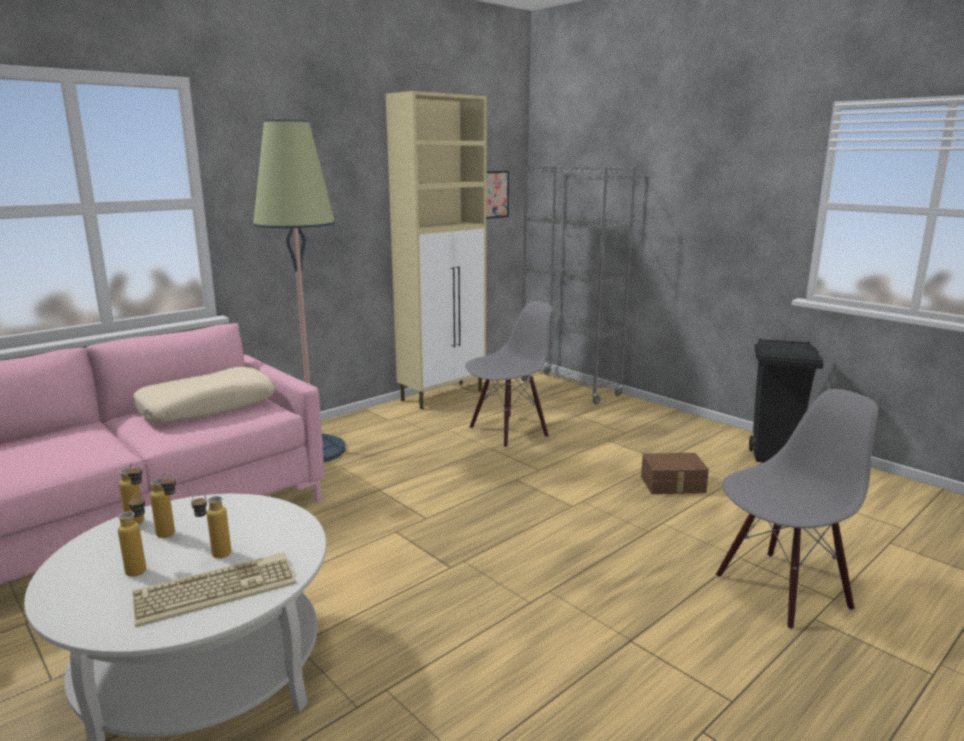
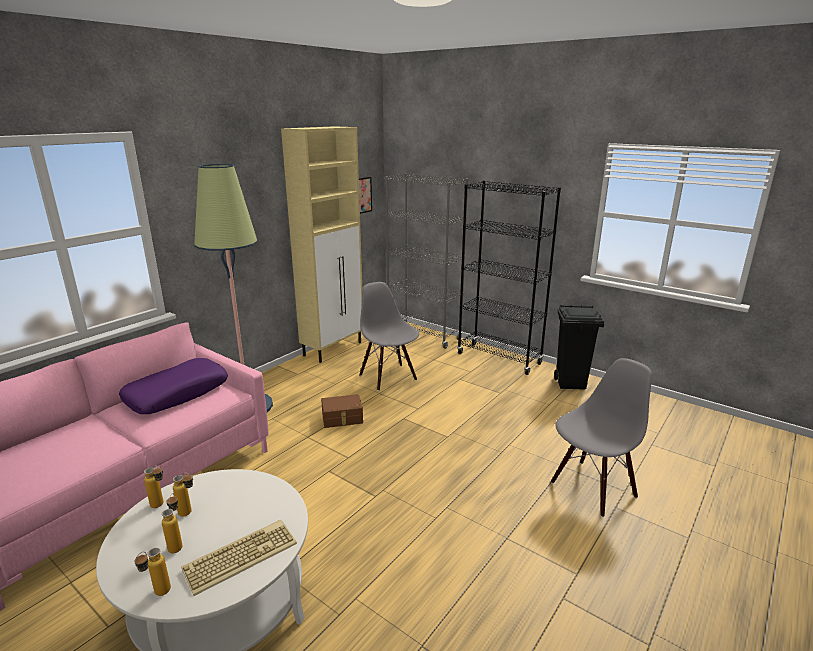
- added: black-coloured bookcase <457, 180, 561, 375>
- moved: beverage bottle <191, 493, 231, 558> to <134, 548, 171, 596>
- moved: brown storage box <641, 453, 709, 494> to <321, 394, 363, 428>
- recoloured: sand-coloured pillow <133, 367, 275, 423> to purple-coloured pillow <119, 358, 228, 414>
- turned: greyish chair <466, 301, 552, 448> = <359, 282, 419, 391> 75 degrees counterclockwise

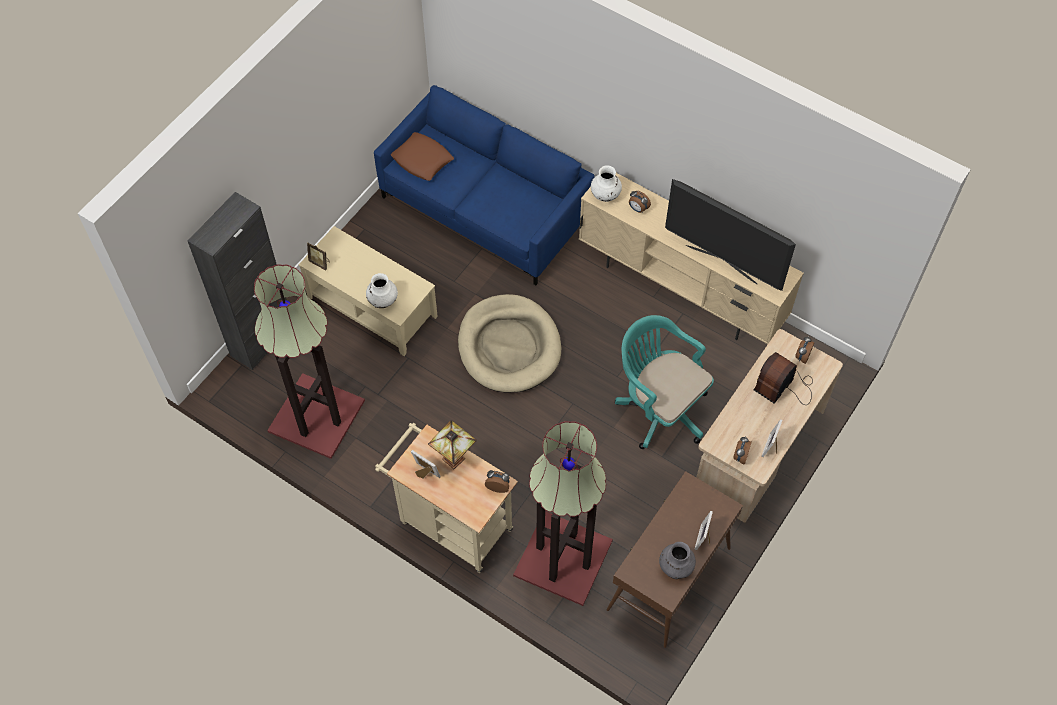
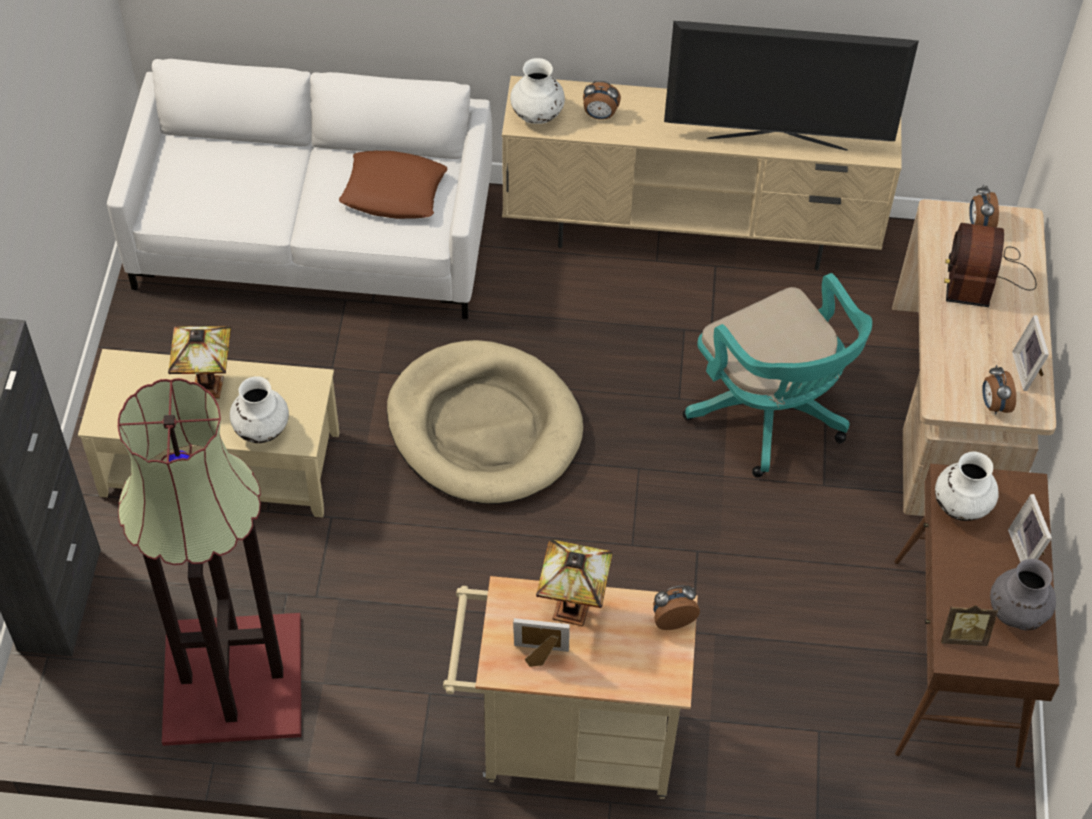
- removed: standing lamp <513, 421, 613, 606>
- added: lamp for a table <168, 326, 231, 398>
- added: white flower vase <935, 452, 999, 521>
- moved: standing frame <307, 243, 330, 270> to <941, 605, 998, 646>
- moved: brown pillow <391, 132, 454, 181> to <339, 151, 448, 219>
- recoloured: blue sofa <374, 85, 595, 285> to white sofa <107, 59, 492, 319>
- turned: turquoise office chair <615, 315, 714, 449> = <683, 273, 872, 477> 135 degrees counterclockwise

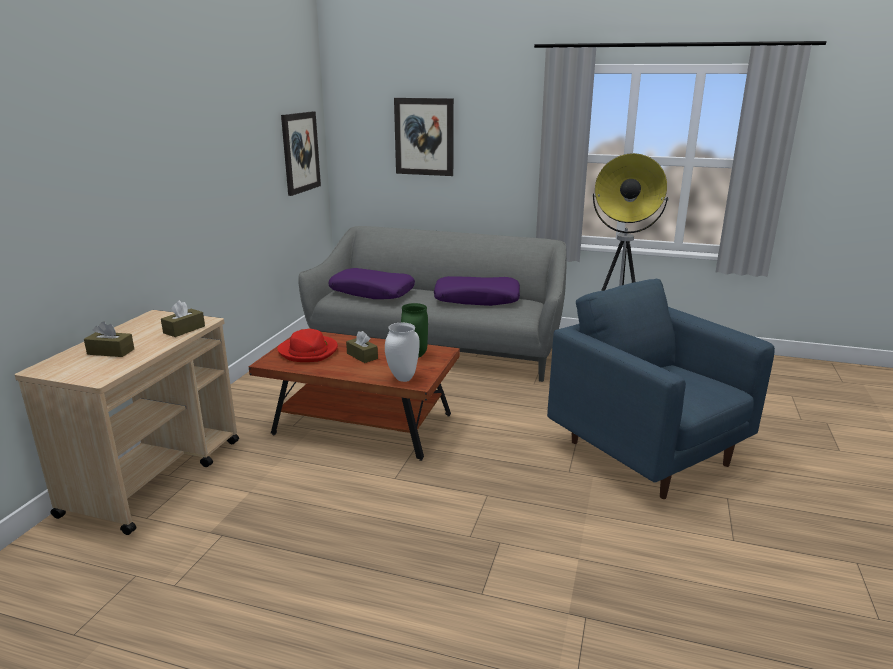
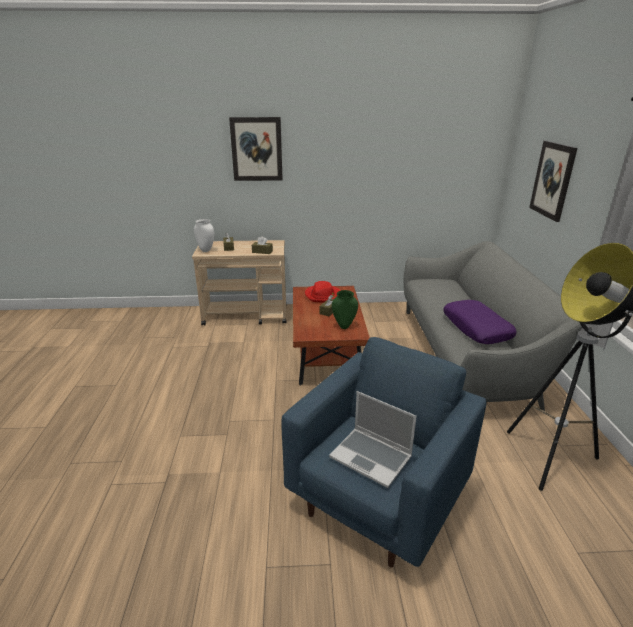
- removed: purple-coloured pillow <328, 268, 415, 299>
- added: notebook computer <329, 391, 417, 488>
- moved: wall picture <281, 111, 321, 196> to <229, 117, 283, 181>
- moved: white flower vase <385, 323, 420, 382> to <194, 219, 214, 252>

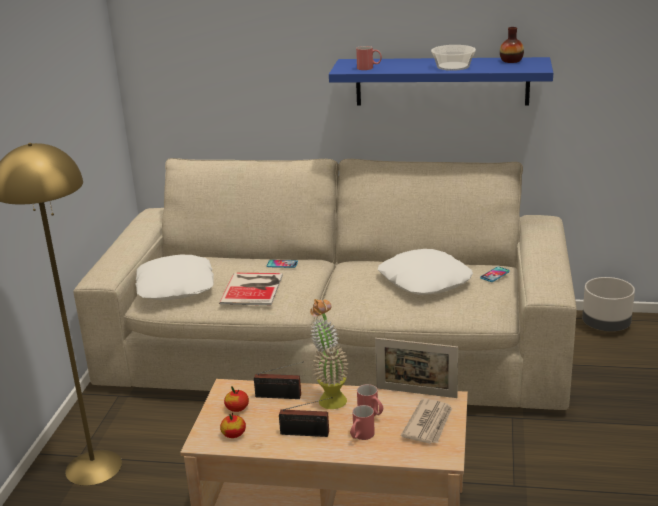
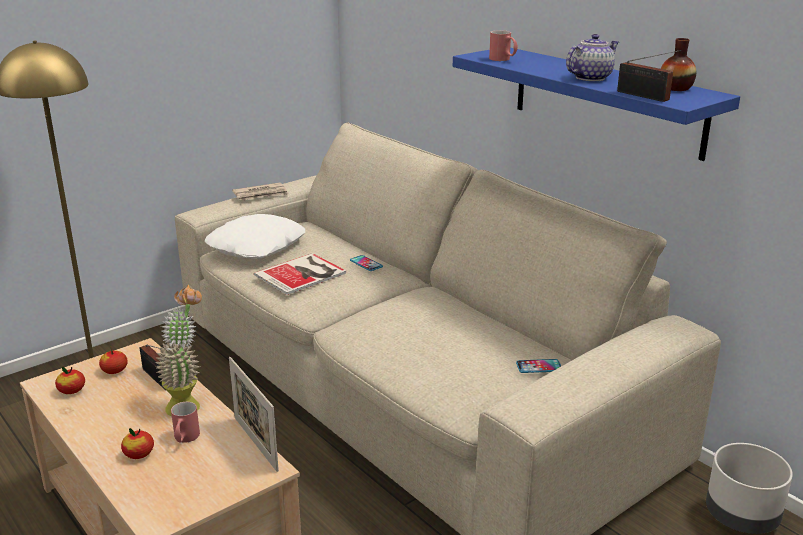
- removed: white pillow <378, 249, 473, 295>
- moved: radio <279, 397, 333, 437> to <617, 50, 681, 102>
- moved: daily paper <401, 398, 452, 444> to <232, 182, 289, 200>
- replaced: reddish coffee mug <350, 405, 375, 440> to apple <121, 428, 154, 459>
- replaced: serving bowl <431, 45, 476, 71> to tea pot <566, 34, 619, 81>

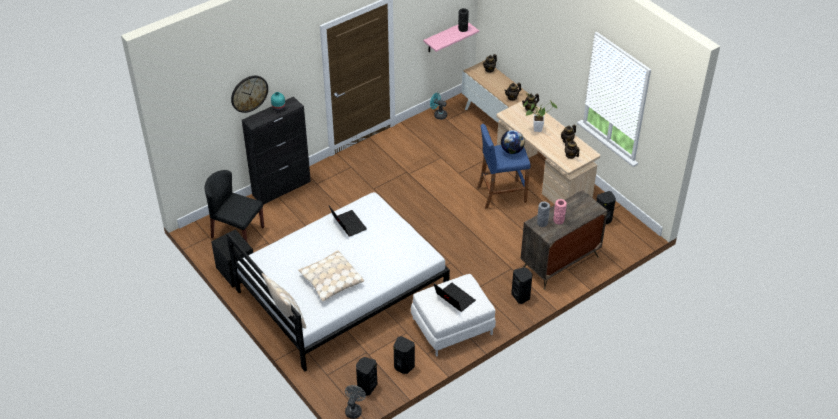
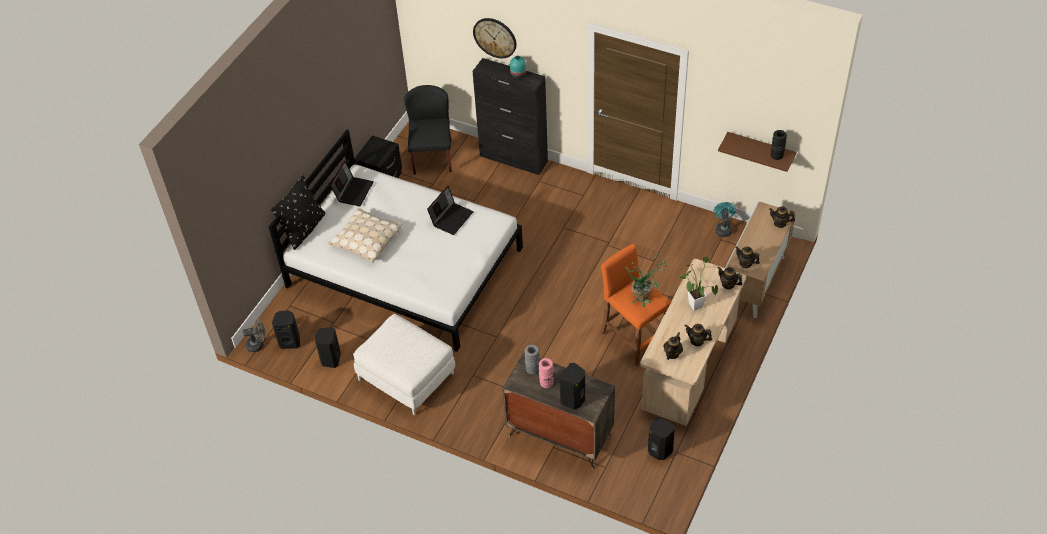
- moved: notebook computer <433, 283, 476, 312> to <330, 161, 374, 207>
- moved: black-coloured audio speaker <511, 267, 532, 304> to <560, 363, 585, 409>
- replaced: world globe <501, 130, 525, 154> to potted plant <625, 253, 667, 307>
- recoloured: sand-coloured pillow <262, 273, 306, 329> to black-coloured pillow <271, 175, 325, 250>
- recoloured: pink shelf <423, 22, 479, 52> to brown shelf <718, 132, 796, 172>
- recoloured: blue stool seat <477, 124, 531, 209> to orangey stool seat <600, 243, 671, 366>

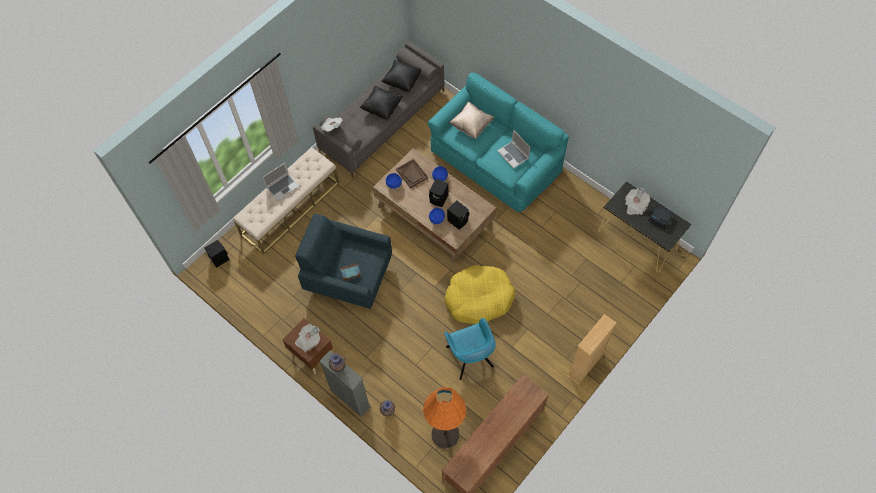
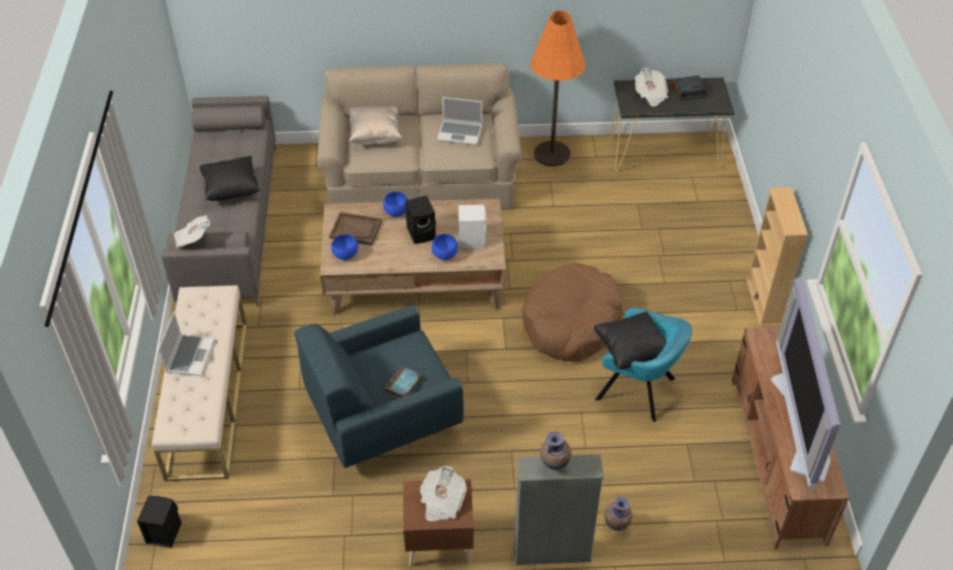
- added: television <771, 277, 840, 491>
- moved: black-coloured pillow <381, 60, 421, 93> to <594, 311, 667, 369>
- moved: orangey standing lamp <423, 387, 466, 449> to <530, 10, 585, 166>
- recoloured: turquoise sofa <428, 72, 569, 212> to sand-coloured sofa <317, 63, 522, 210>
- recoloured: yellow dog bed <444, 265, 515, 324> to brown dog bed <522, 263, 623, 362>
- recoloured: black-coloured audio speaker <447, 200, 469, 229> to white audio speaker <458, 205, 486, 248>

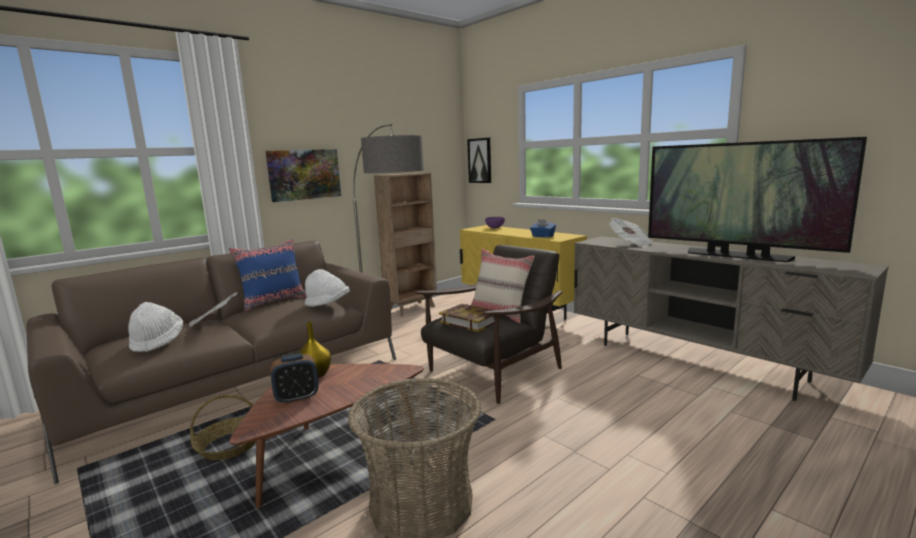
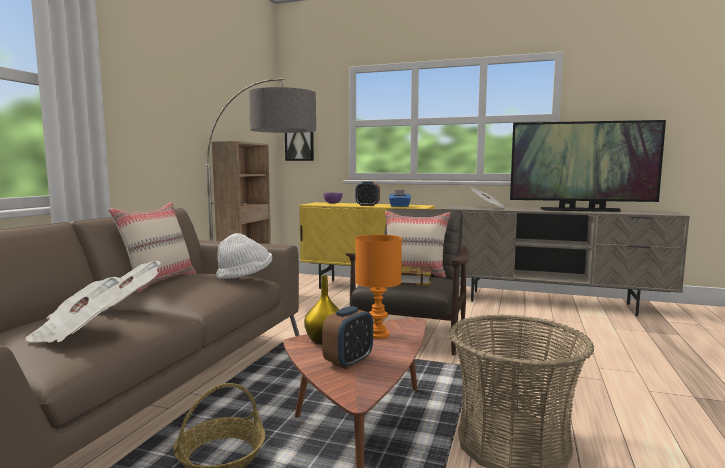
- removed: wall picture <266, 149, 341, 202>
- added: orangey lamp for a table <355, 234, 402, 339>
- added: alarm clock <356, 182, 380, 206>
- replaced: white wearable hat <128, 302, 183, 352> to daily paper <26, 277, 122, 343>
- recoloured: blue pillow <229, 239, 307, 312> to sand-coloured pillow <108, 202, 196, 293>

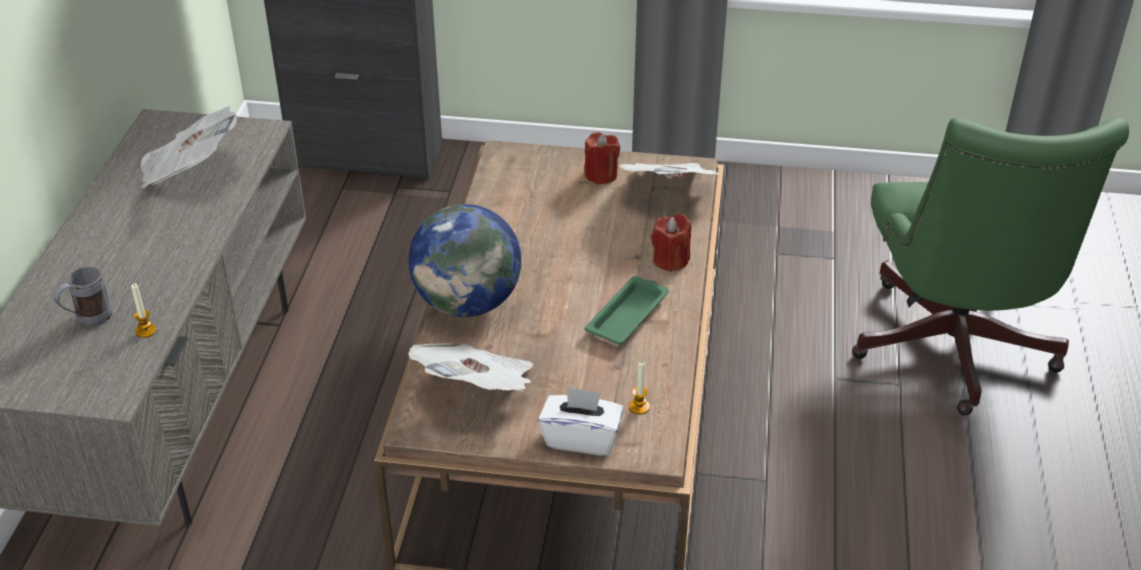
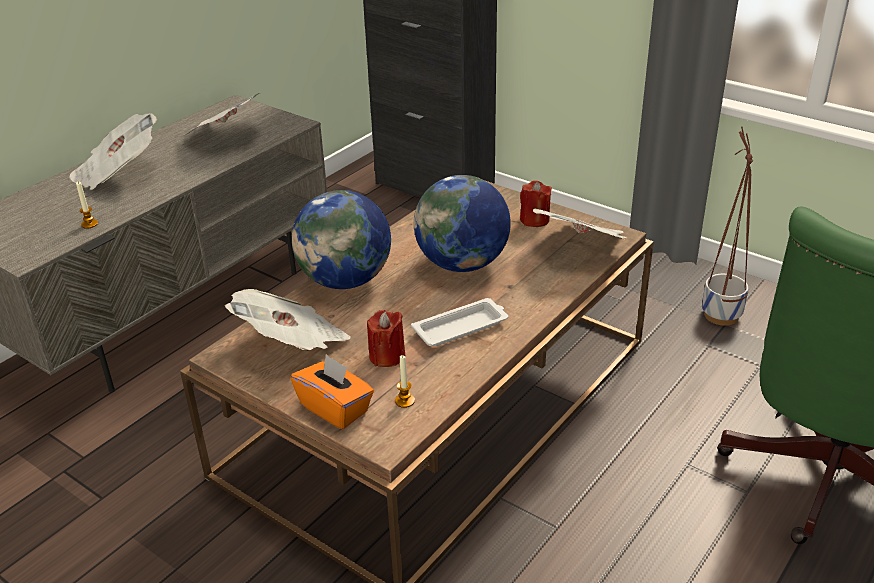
- removed: greyish coffee mug <54, 266, 112, 327>
- added: daily paper <69, 113, 157, 190>
- added: world globe <414, 175, 511, 272>
- added: planter <702, 126, 753, 325>
- moved: reddish wax light <651, 214, 691, 272> to <367, 310, 405, 367>
- recoloured: white tissue box <538, 386, 624, 456> to orangey tissue box <291, 354, 374, 429>
- recoloured: greenish carrying tray <585, 276, 669, 345> to white carrying tray <411, 298, 508, 346>

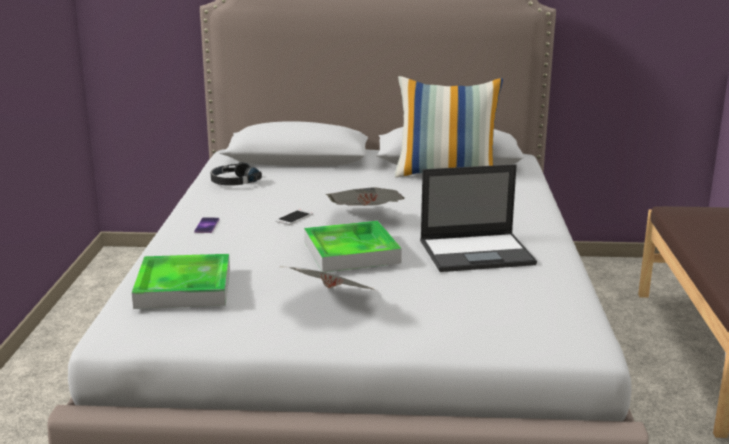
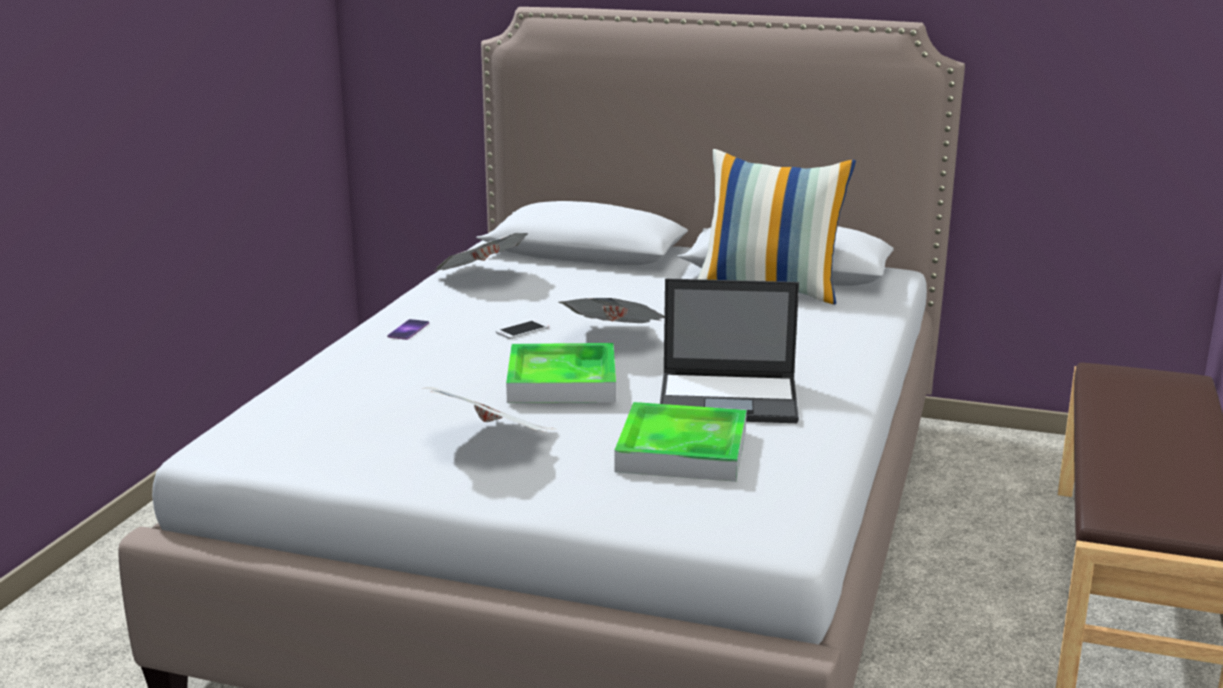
- moved: carrying tray <132, 254, 230, 309> to <614, 402, 747, 482>
- replaced: black-coloured headset <211, 162, 262, 186> to daily paper <434, 233, 528, 271>

